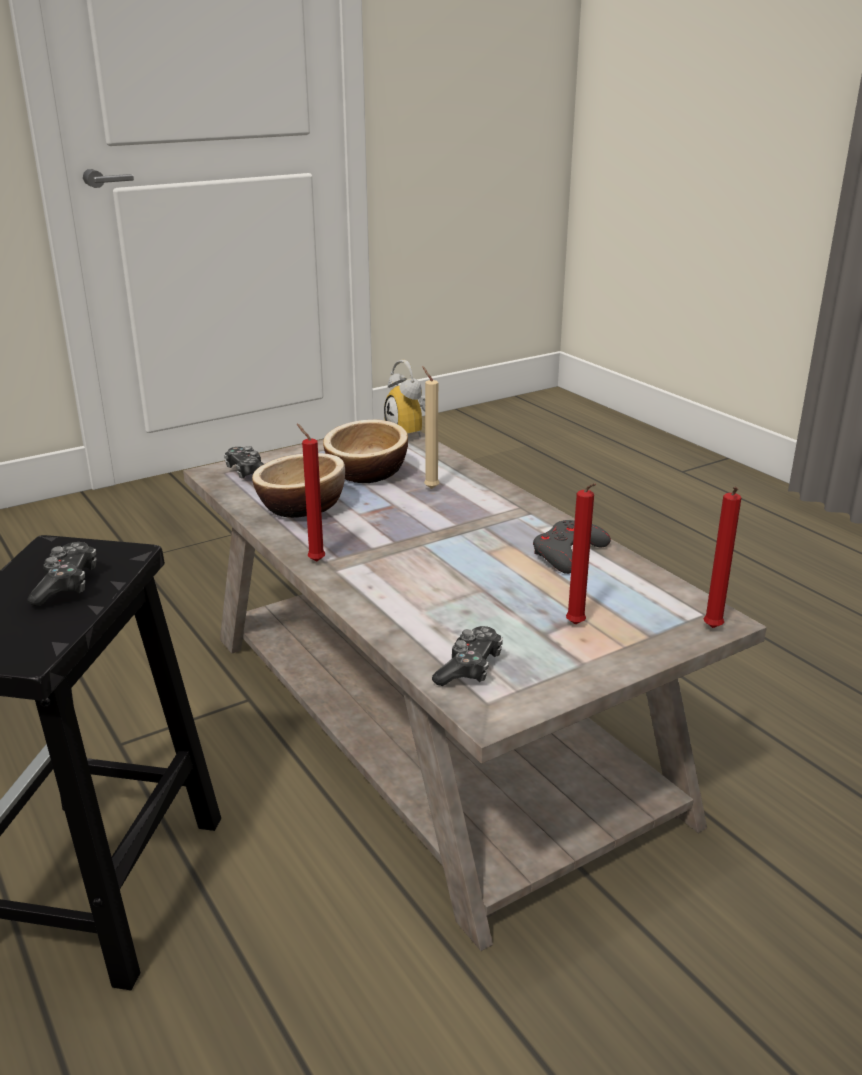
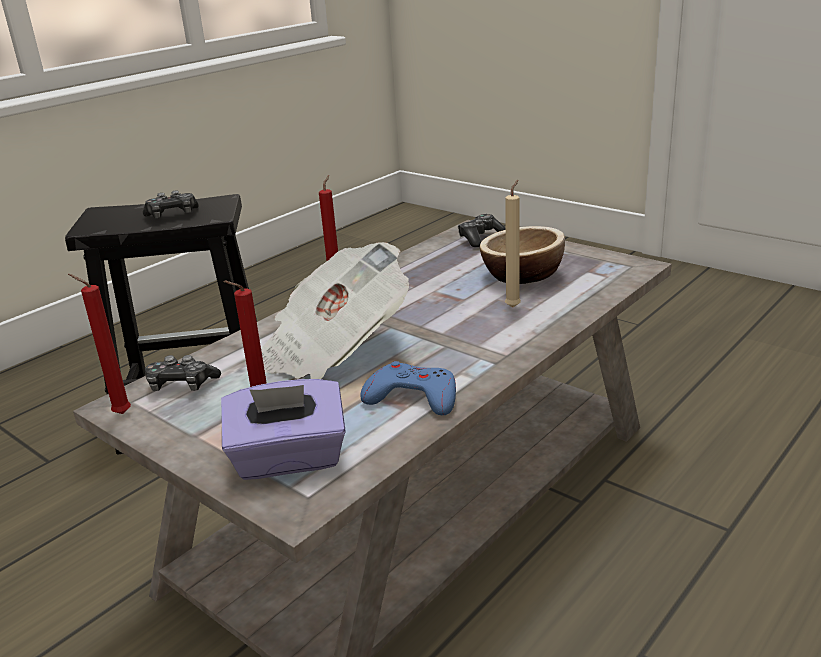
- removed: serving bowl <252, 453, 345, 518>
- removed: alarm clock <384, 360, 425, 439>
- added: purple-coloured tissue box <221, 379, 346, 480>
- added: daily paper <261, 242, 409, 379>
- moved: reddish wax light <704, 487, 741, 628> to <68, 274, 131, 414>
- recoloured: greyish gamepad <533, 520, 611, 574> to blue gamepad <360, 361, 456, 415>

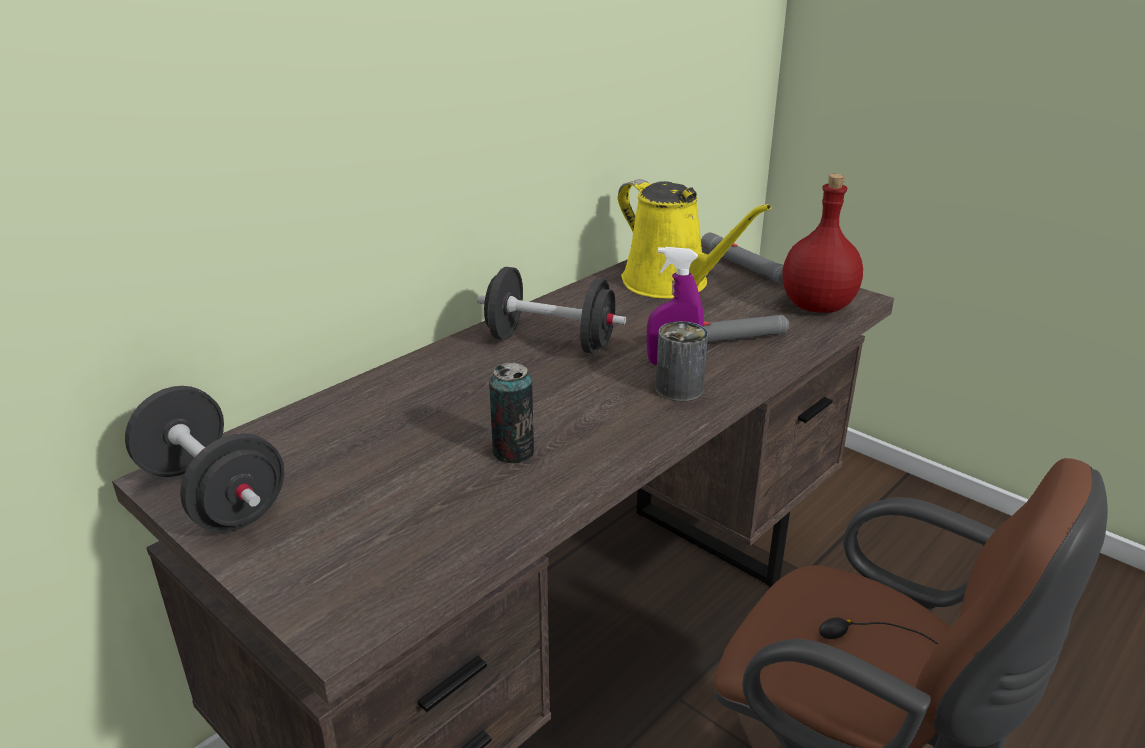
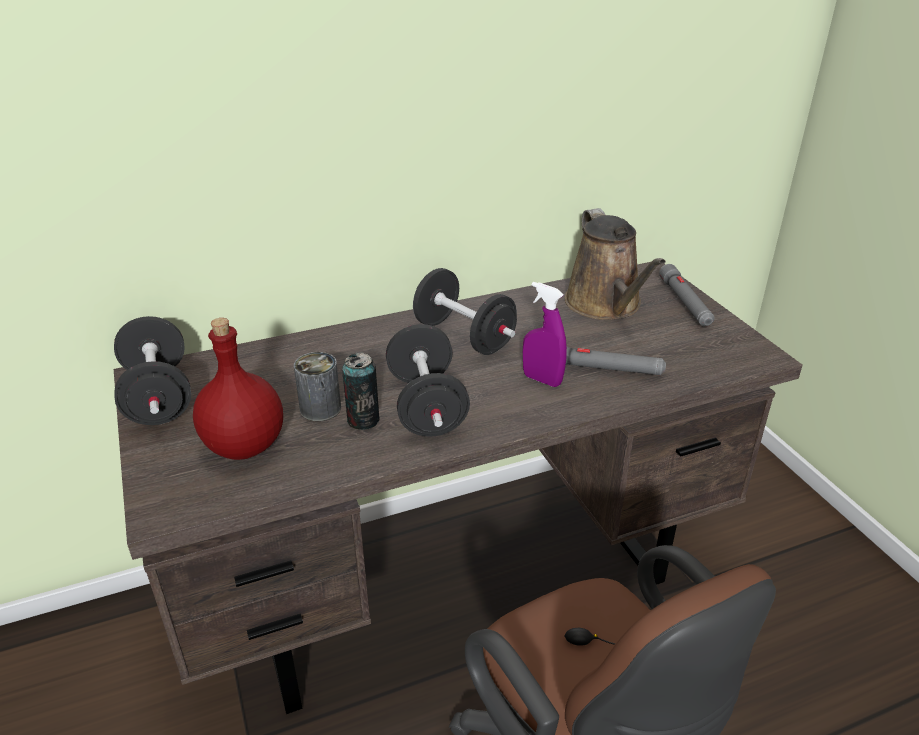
- added: black-coloured hand weight <386, 324, 470, 437>
- moved: metal can <656, 321, 708, 401> to <294, 352, 341, 421>
- moved: reddish beverage bottle <783, 174, 863, 313> to <193, 318, 283, 460>
- recoloured: yellow sprinkling can <618, 179, 772, 298> to brown sprinkling can <565, 208, 666, 320>

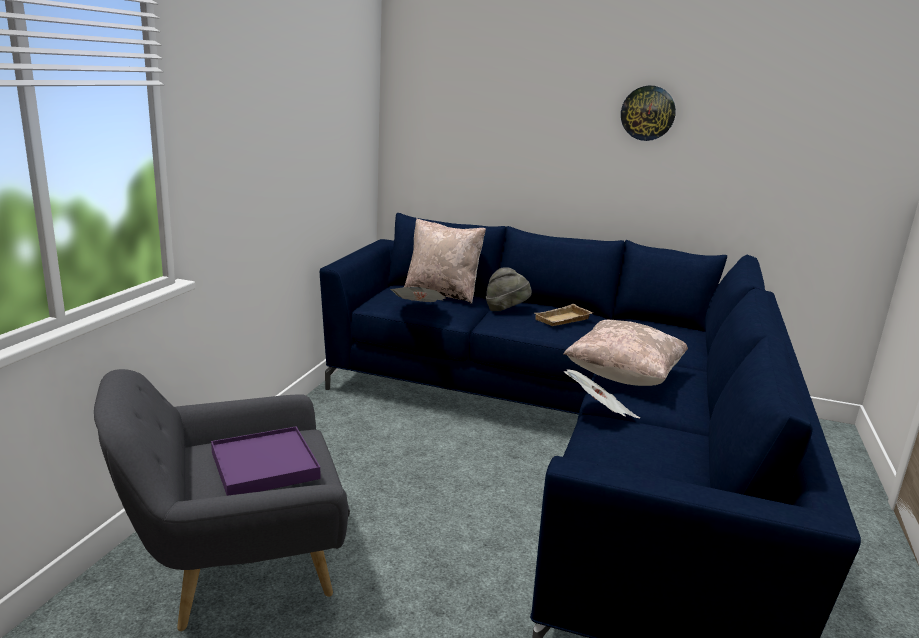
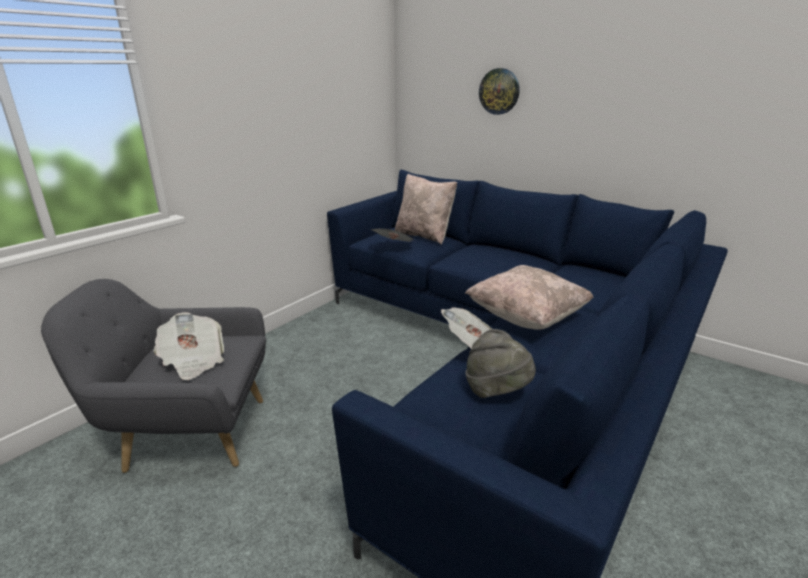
- removed: sand-coloured carrying tray <535, 304, 593, 326>
- moved: greyish wearable hat <486, 267, 532, 311> to <466, 329, 536, 398>
- moved: clock on the wall <621, 86, 676, 141> to <479, 68, 519, 115>
- replaced: purple-coloured carrying tray <211, 427, 320, 496> to daily paper <154, 312, 224, 380>

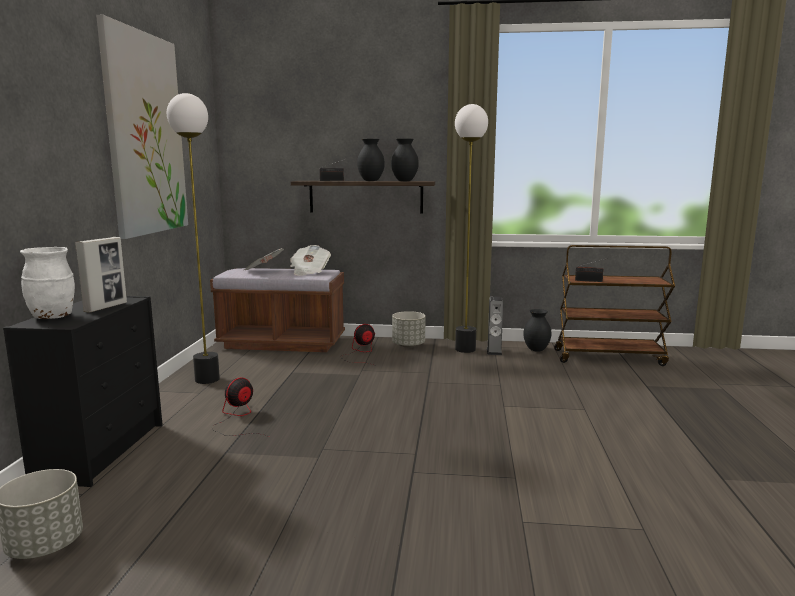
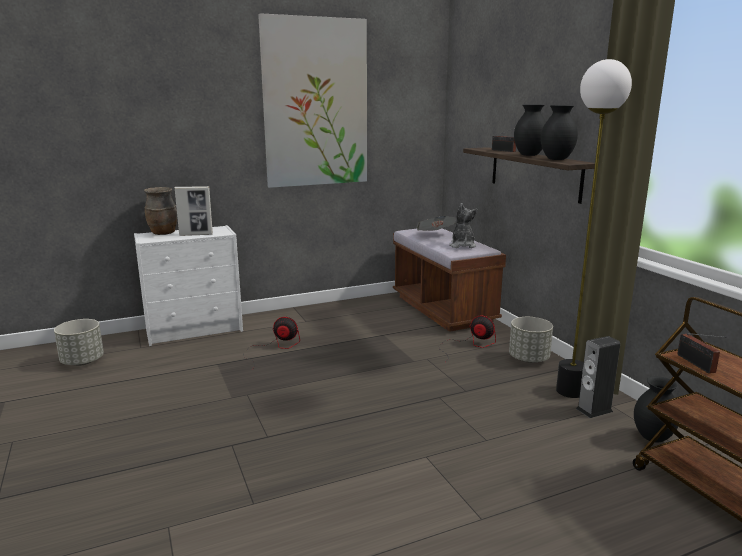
- removed: standing lamp <167, 93, 220, 384>
- replaced: daily paper <290, 245, 331, 276> to soft toy <449, 203, 478, 248>
- recoloured: black-coloured drawer chest <3, 296, 163, 487> to white drawer chest <134, 225, 243, 346>
- recoloured: white flower vase <20, 247, 75, 319> to brown flower vase <144, 187, 177, 235>

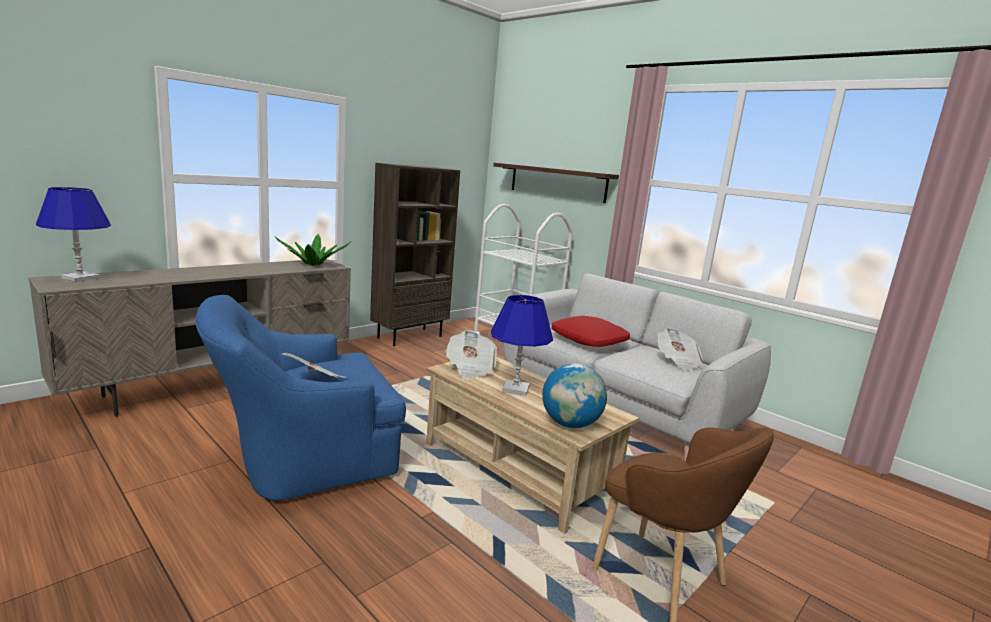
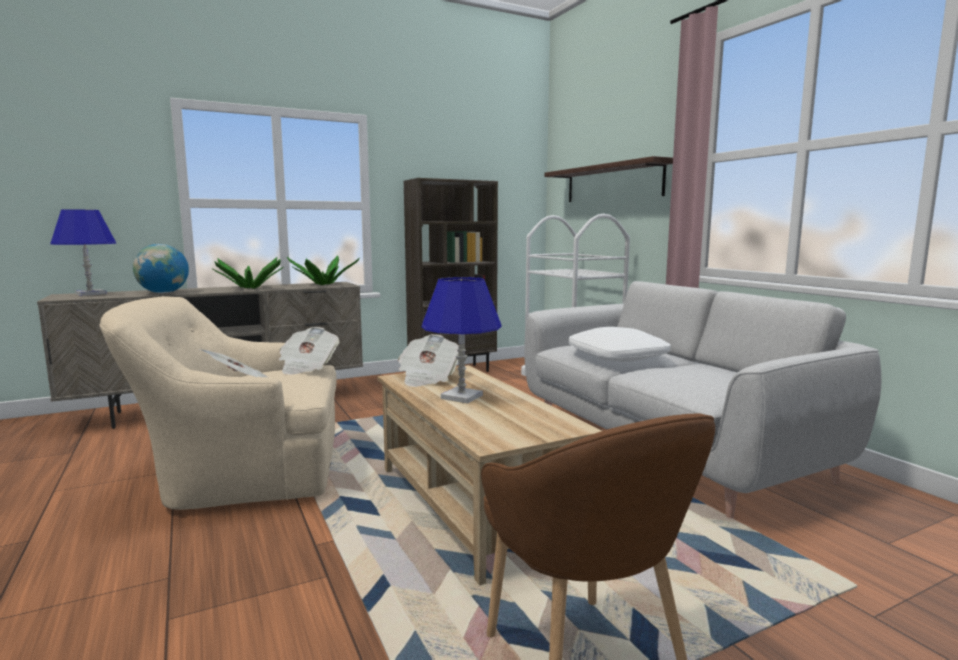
- added: potted plant <213, 257, 283, 289>
- moved: world globe <542, 363, 607, 428> to <133, 244, 189, 293>
- moved: daily paper <657, 328, 703, 371> to <279, 327, 340, 375>
- recoloured: blue armchair <195, 295, 406, 500> to sand-coloured armchair <99, 296, 337, 510>
- recoloured: reddish pillow <551, 316, 630, 347> to white pillow <569, 327, 671, 362>

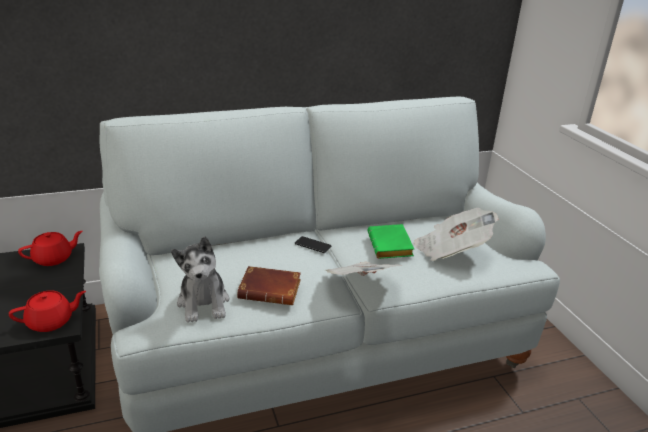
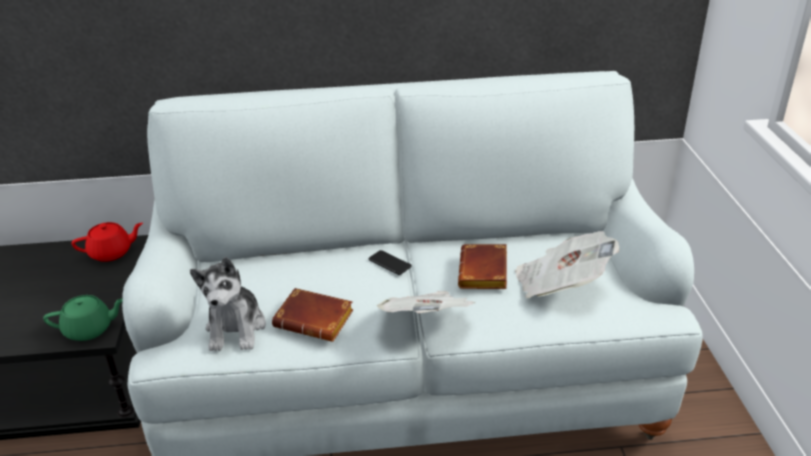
- recoloured: reddish tea pot <9, 291, 86, 332> to greenish tea pot <43, 295, 123, 341>
- recoloured: greenish book <368, 224, 414, 259> to brown book <458, 244, 507, 289>

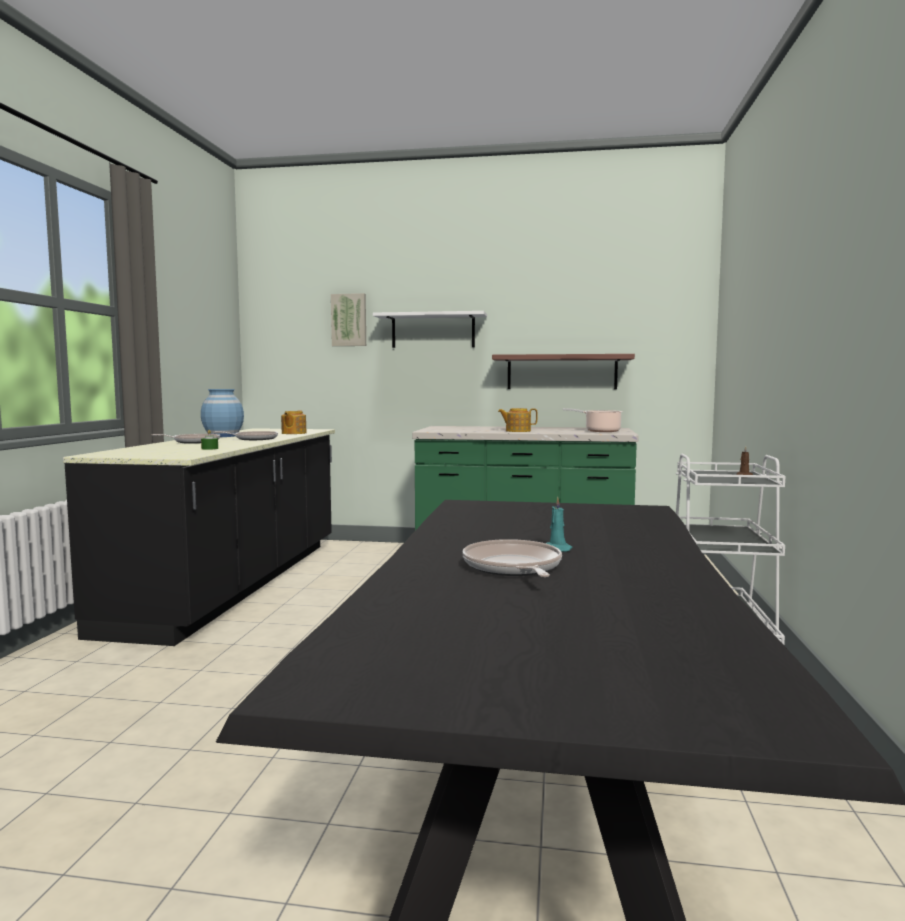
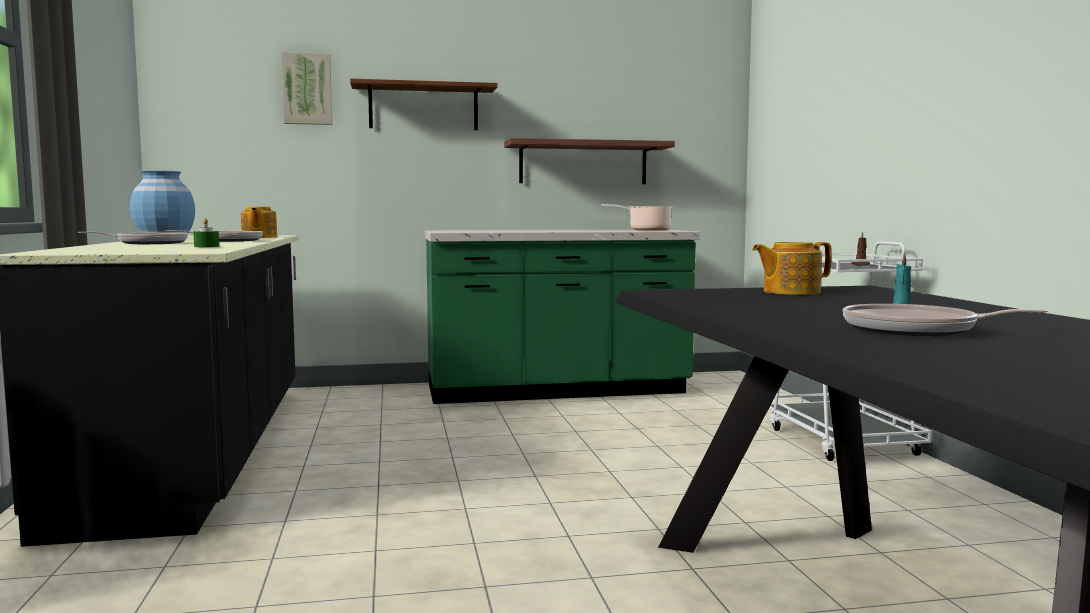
- moved: tea pot <498, 408, 538, 432> to <752, 242, 832, 295>
- recoloured: white shelf <373, 311, 487, 348> to brown shelf <350, 79, 498, 130>
- turned: skillet <462, 539, 562, 577> = <843, 304, 1048, 336> 45 degrees counterclockwise

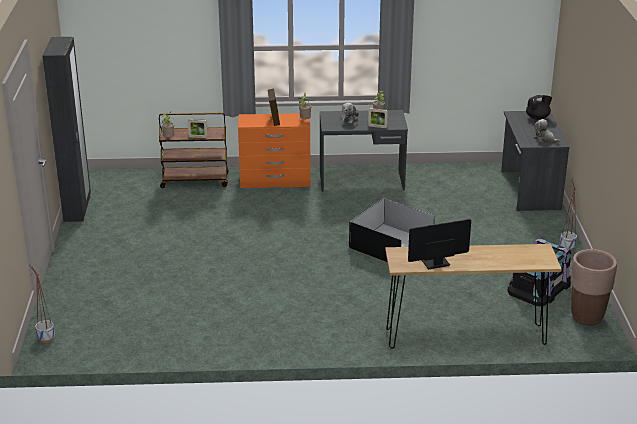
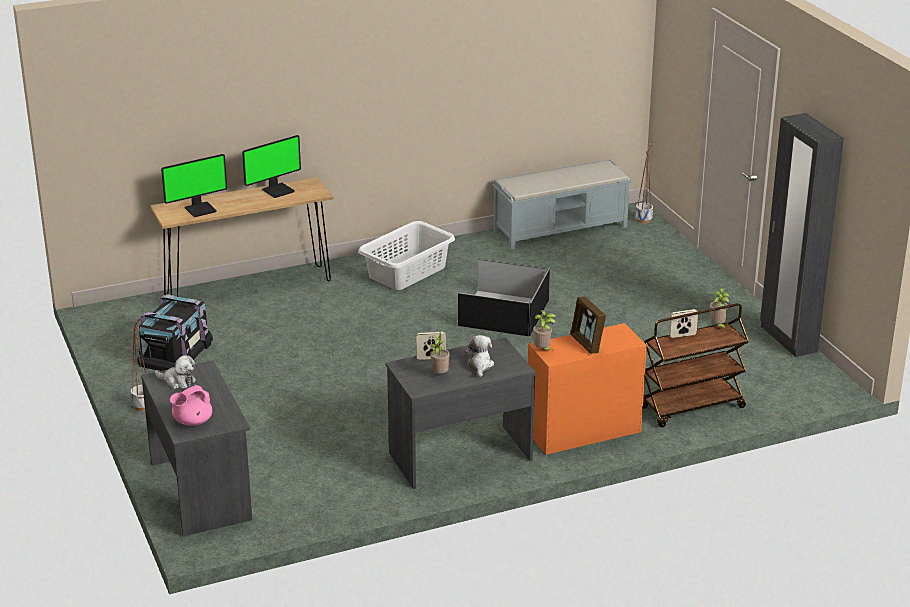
- removed: brown planter <571, 249, 617, 325>
- added: monitor <161, 154, 227, 217>
- added: greyish washing basket <358, 221, 455, 290>
- added: greyish long seat <492, 159, 631, 249>
- moved: black-coloured storage box <349, 198, 435, 262> to <457, 259, 550, 336>
- recoloured: black-coloured tea pot <526, 95, 552, 120> to pink tea pot <170, 385, 212, 426>

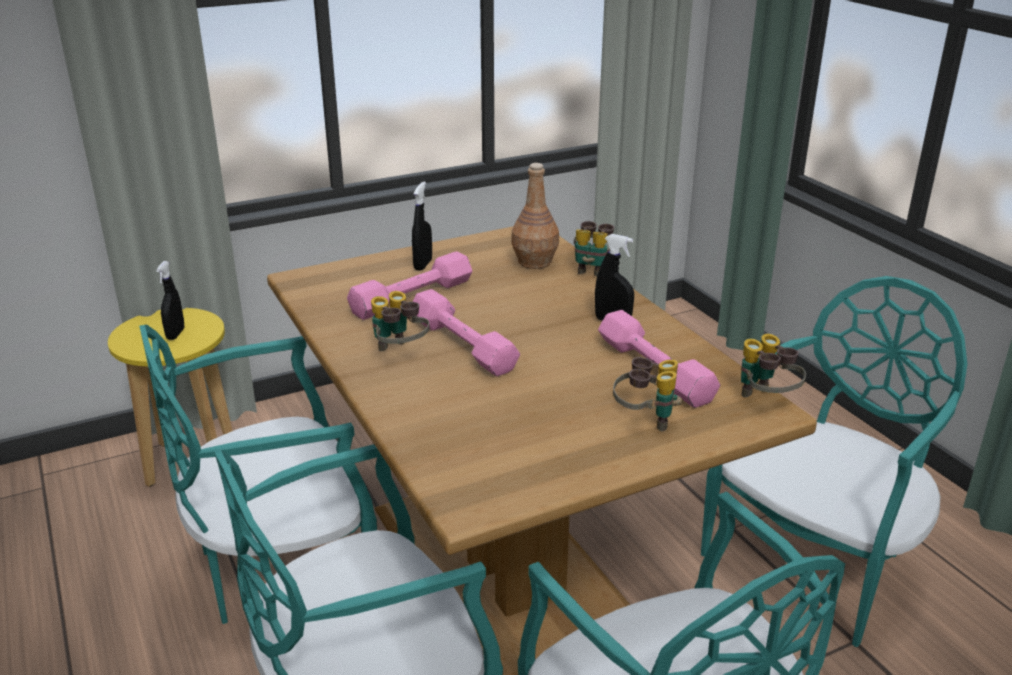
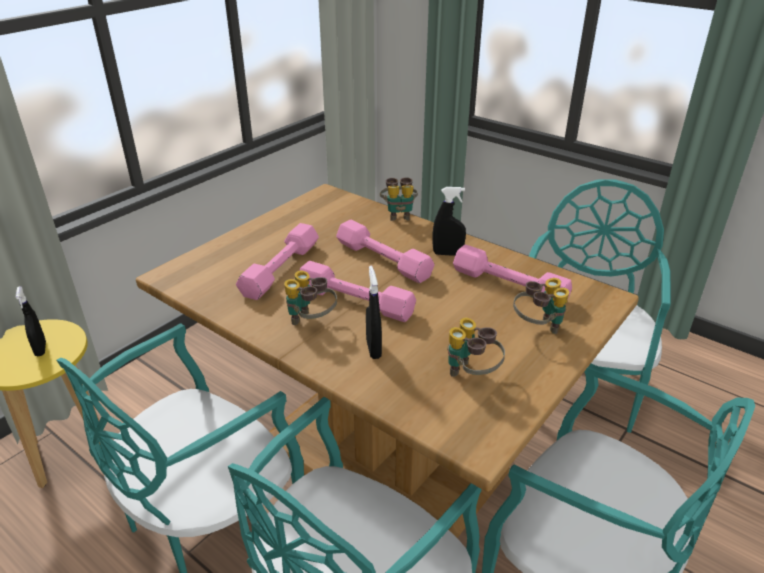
- removed: brown beverage bottle <511, 163, 559, 269>
- added: pink hand weight <336, 220, 435, 283>
- moved: black-coloured spray bottle <412, 181, 432, 270> to <366, 266, 382, 359>
- moved: pair of binoculars <741, 334, 806, 398> to <447, 318, 505, 377>

